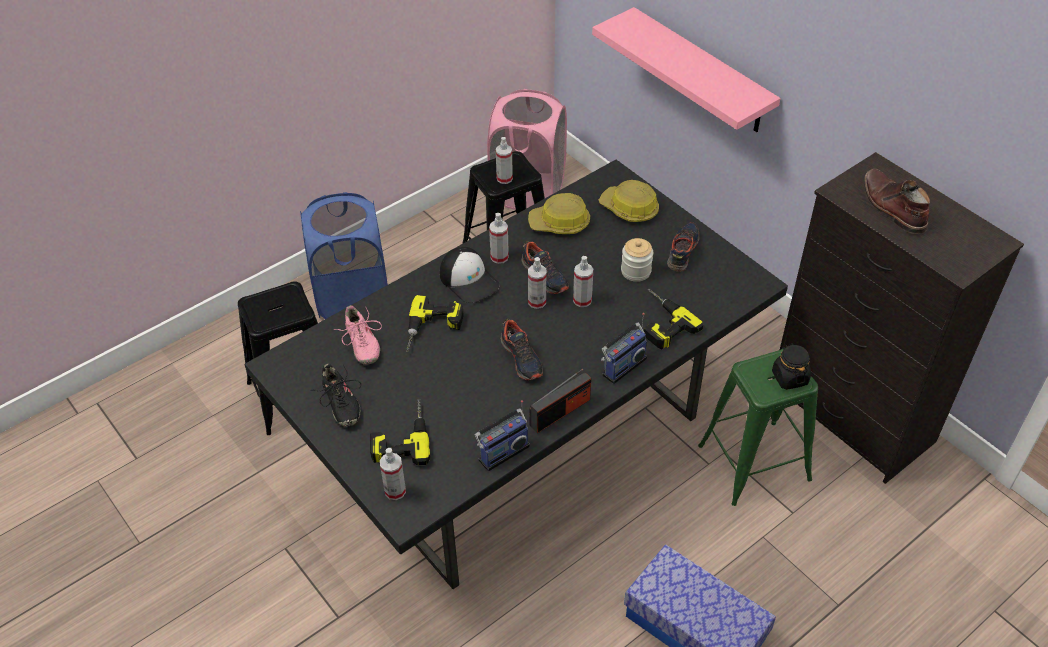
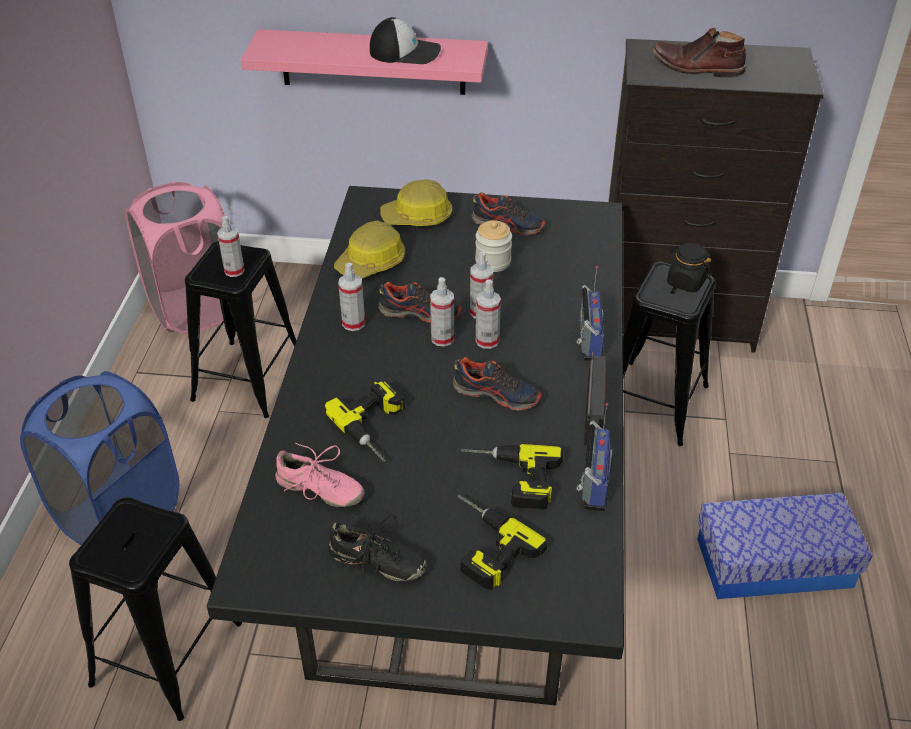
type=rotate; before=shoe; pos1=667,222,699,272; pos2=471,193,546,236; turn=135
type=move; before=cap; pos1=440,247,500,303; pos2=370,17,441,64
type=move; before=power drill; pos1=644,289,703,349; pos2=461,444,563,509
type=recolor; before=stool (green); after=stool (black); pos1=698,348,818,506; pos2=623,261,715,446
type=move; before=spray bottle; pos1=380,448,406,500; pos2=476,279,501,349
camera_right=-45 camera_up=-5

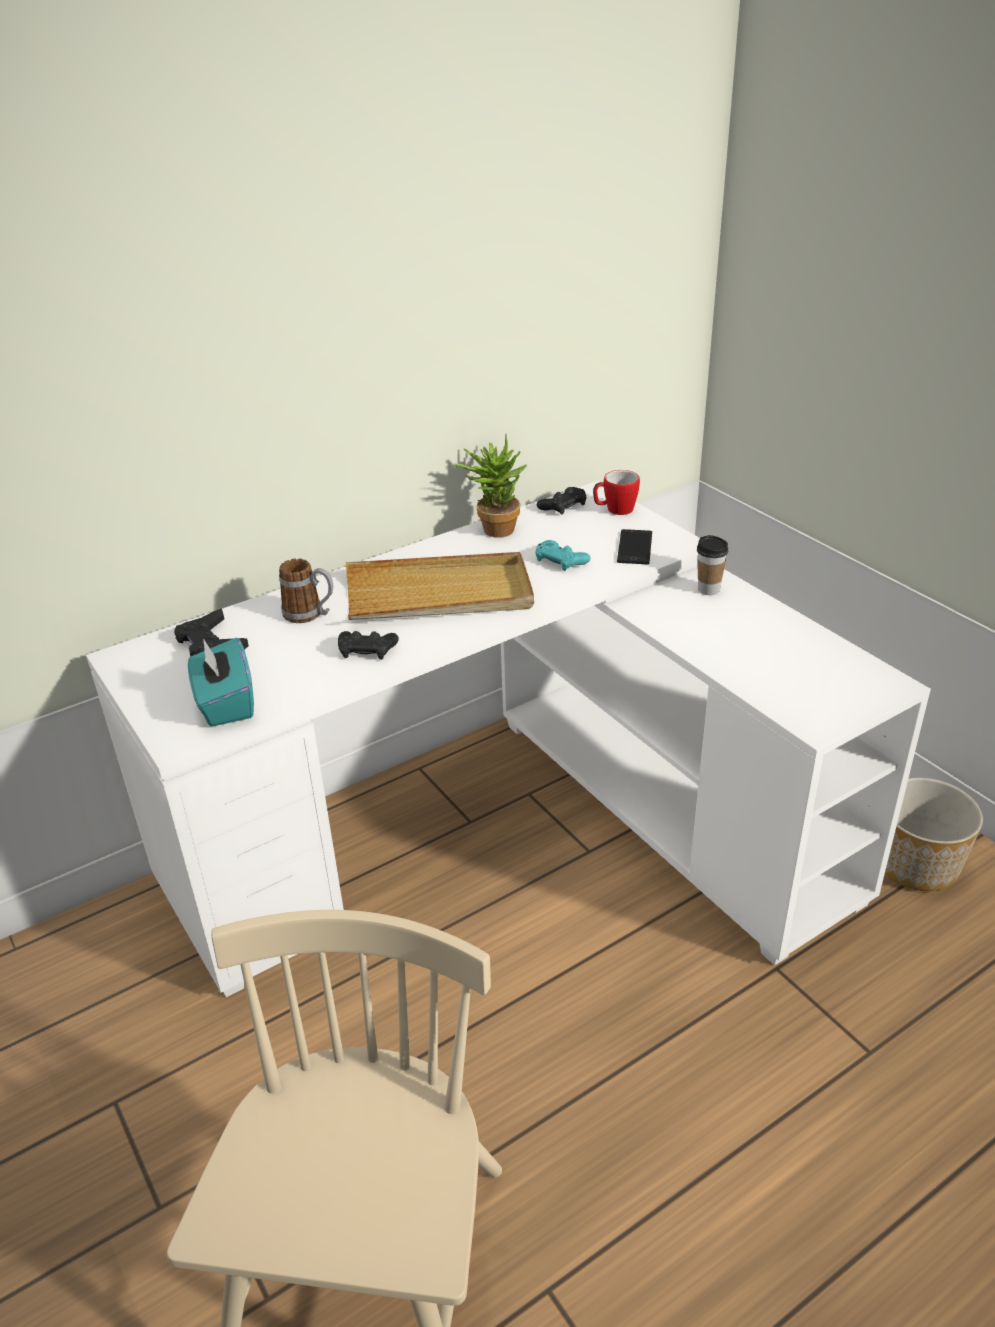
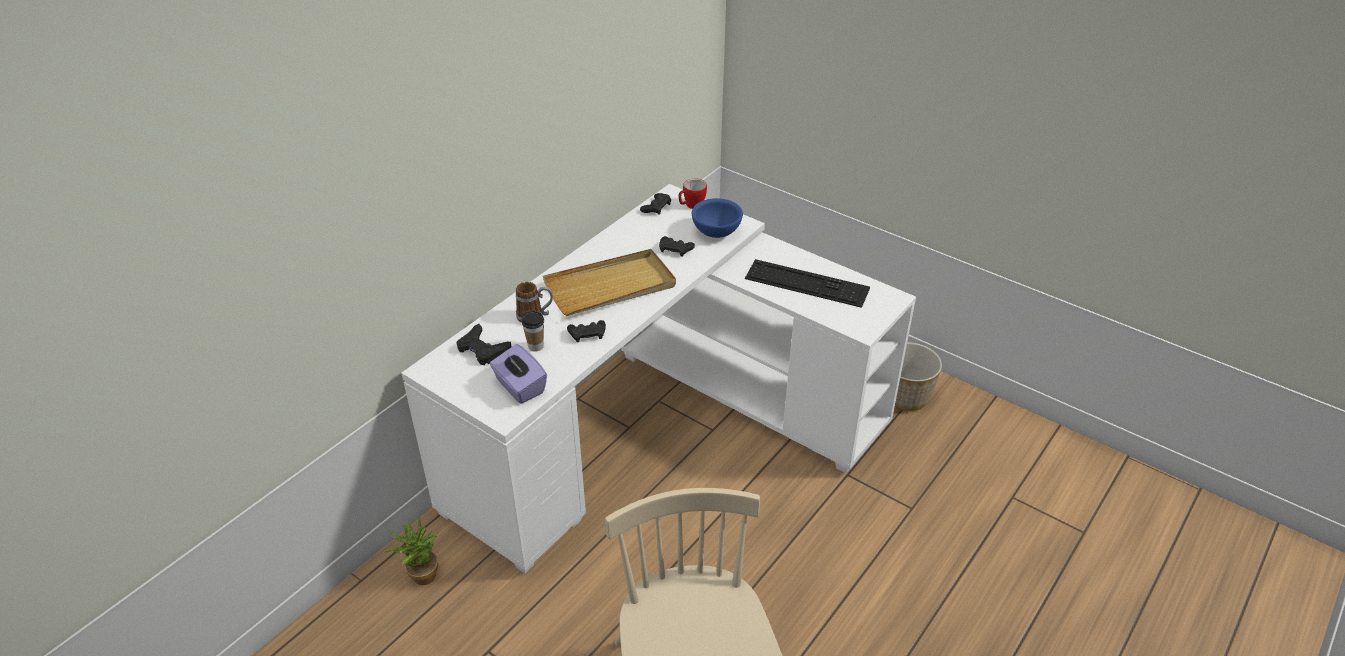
type=move; before=potted plant; pos1=454,434,527,538; pos2=384,517,438,585
type=replace; before=phone; after=bowl (blue); pos1=617,529,652,564; pos2=691,198,743,238
type=move; before=cup; pos1=697,535,729,595; pos2=522,310,544,352
type=recolor; before=game controller (turquoise); after=game controller (black); pos1=535,540,591,571; pos2=659,236,695,257
type=recolor; before=tissue box (turquoise); after=tissue box (purple); pos1=188,638,254,727; pos2=489,344,547,404
type=insert; after=keyboard; pos2=745,259,870,308
camera_right=-20 camera_up=5

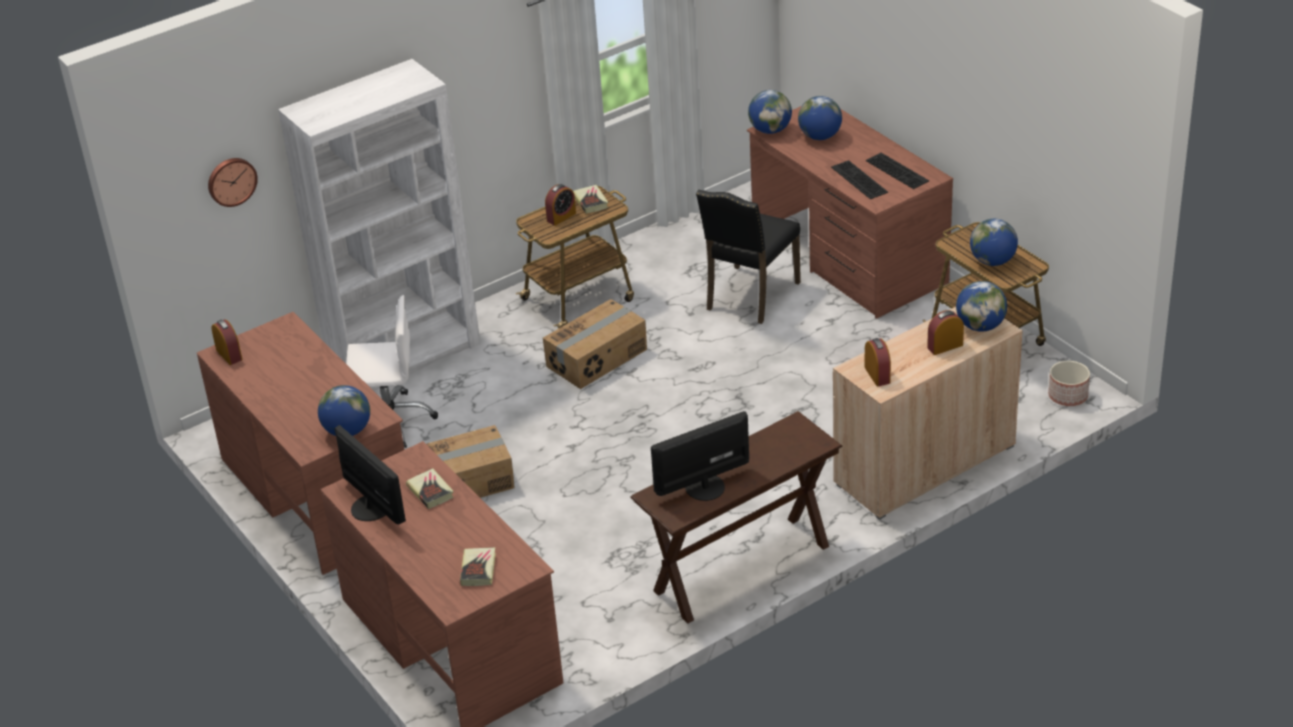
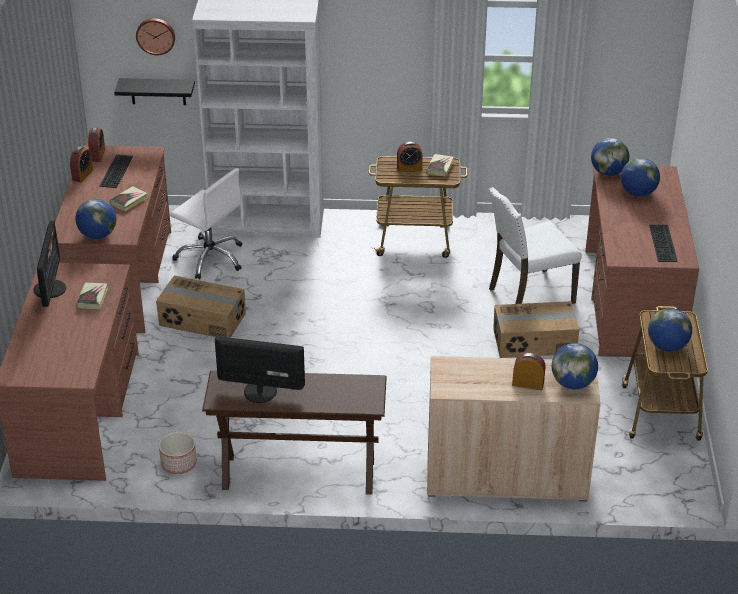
type=move; before=keyboard; pos1=831,160,888,199; pos2=99,154,133,188
type=recolor; before=chair (black); after=chair (white); pos1=696,190,801,324; pos2=488,187,582,304
type=move; before=cardboard box; pos1=543,299,647,389; pos2=493,301,580,358
type=move; before=alarm clock; pos1=865,338,891,387; pos2=70,147,93,182
type=move; before=planter; pos1=1048,361,1090,406; pos2=159,432,197,474
type=move; before=book; pos1=460,547,496,586; pos2=110,186,148,211
type=insert; after=shelf (black); pos2=114,78,195,105
camera_right=35 camera_up=0

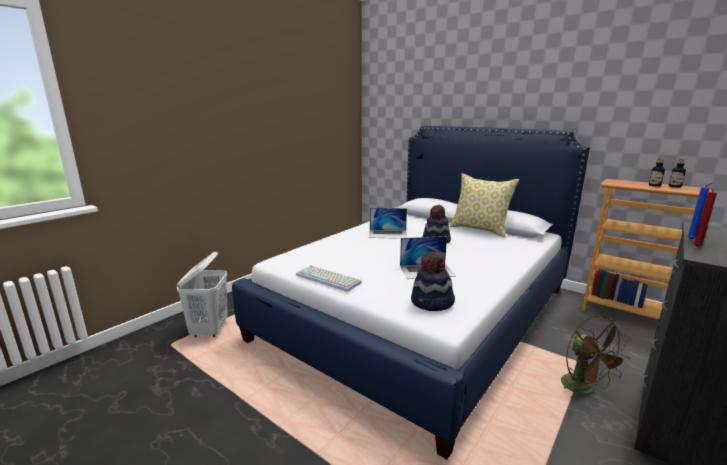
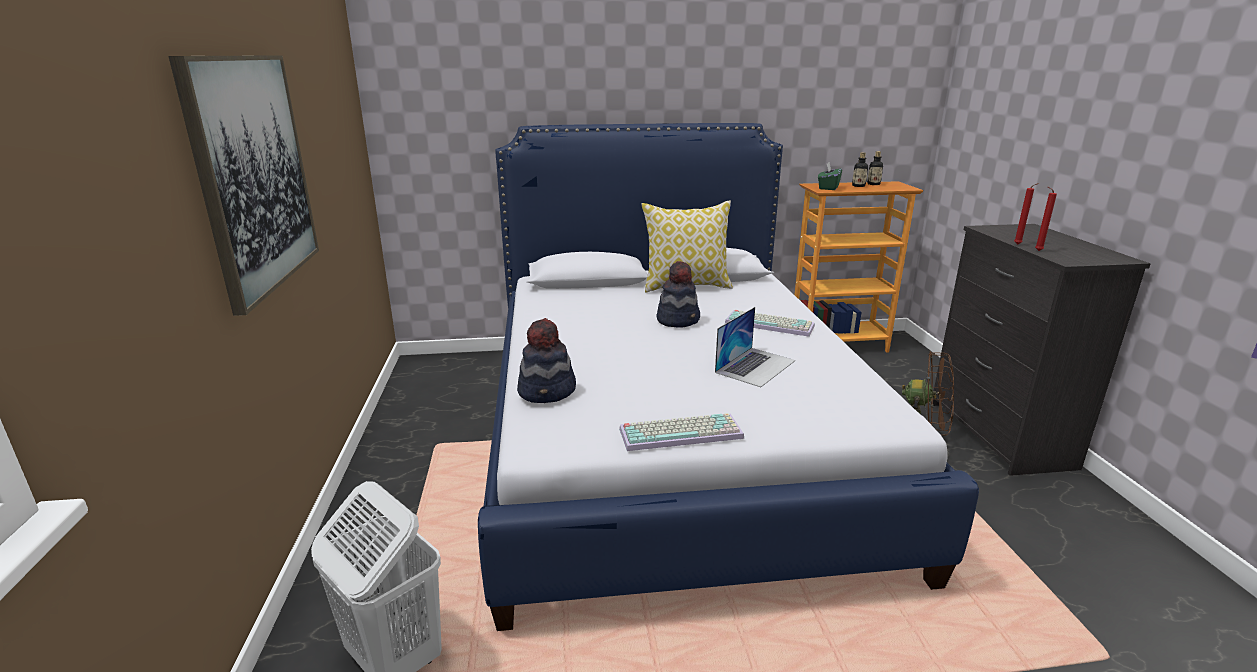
type=recolor; before=candle (blue); after=candle (red); pos1=687,183,712,239; pos2=1014,183,1039,245
type=delete; before=laptop; pos1=368,208,407,239
type=move; before=hat; pos1=411,251,455,311; pos2=517,318,576,403
type=insert; after=picture; pos2=168,55,319,316
type=insert; after=tissue box (green); pos2=818,162,842,190
type=insert; after=keyboard; pos2=725,310,815,337
camera_right=-45 camera_up=5

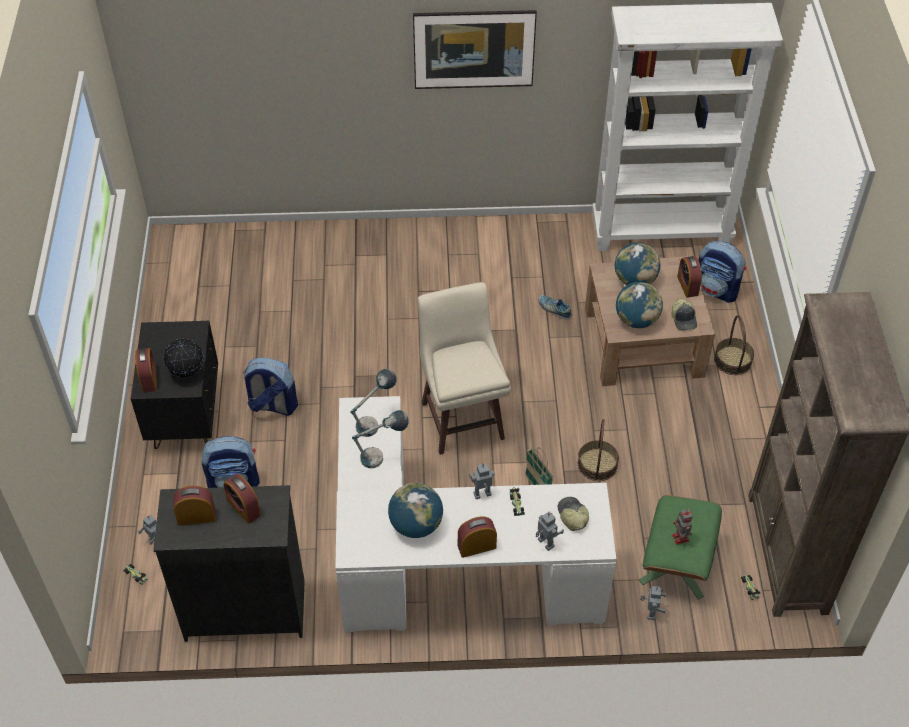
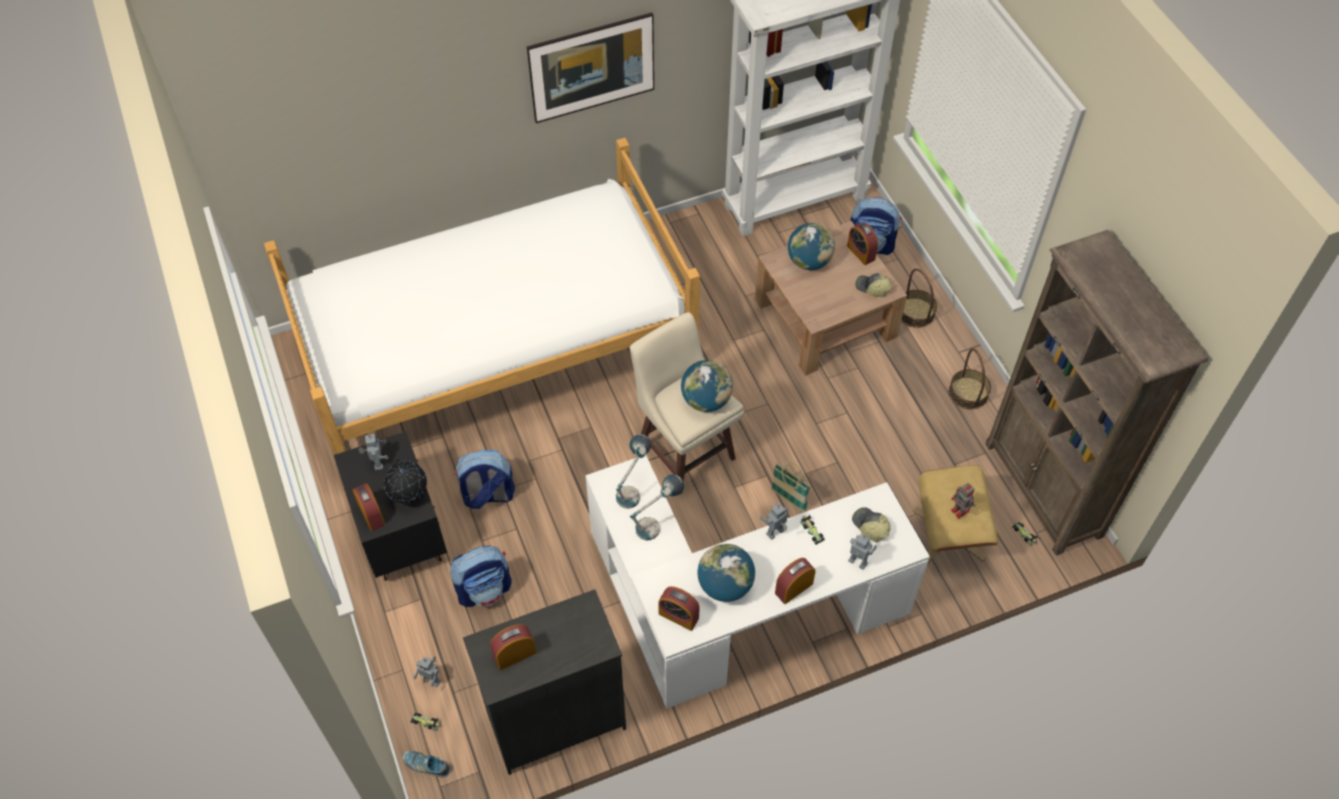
type=move; before=globe; pos1=616,282,663,328; pos2=681,360,733,412
type=move; before=shoe; pos1=538,295,572,319; pos2=402,751,450,777
type=rotate; before=cap; pos1=672,298,697,331; pos2=855,273,892,297; turn=150
type=move; before=basket; pos1=578,419,619,481; pos2=949,348,991,410
type=move; before=alarm clock; pos1=224,474,261,524; pos2=658,586,700,631
type=recolor; before=ottoman (green); after=ottoman (beige); pos1=639,495,722,600; pos2=913,465,998,564
type=move; before=toy robot; pos1=640,586,667,620; pos2=359,434,388,470
type=insert; after=bed; pos2=264,138,700,455
camera_right=-20 camera_up=5

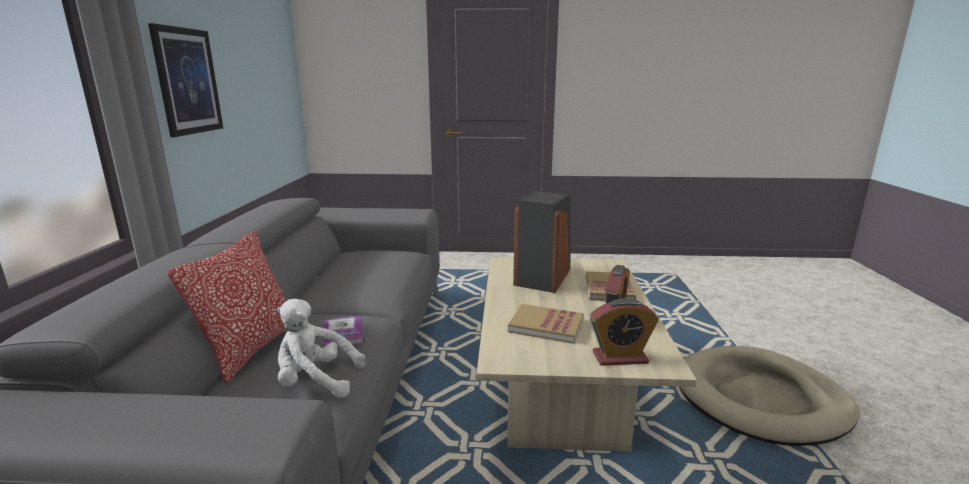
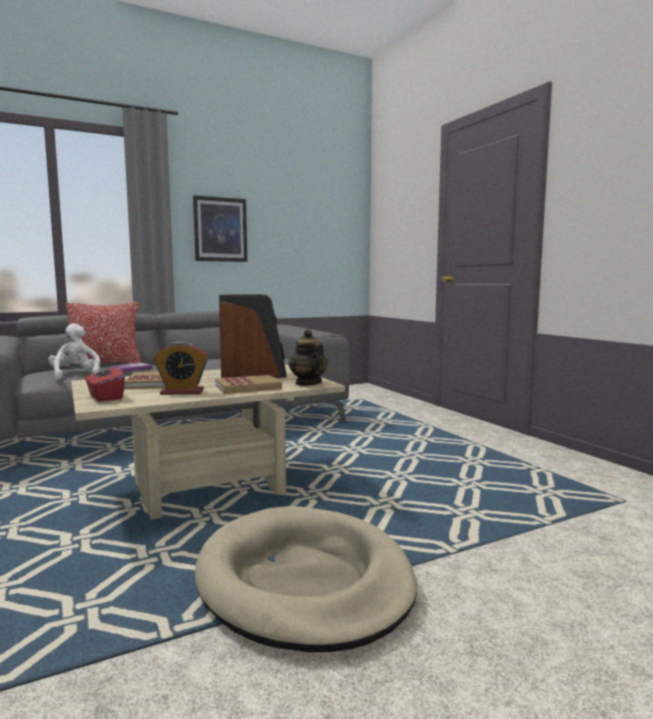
type=replace; before=alarm clock; after=tissue box (red); pos1=590,298,659,366; pos2=85,361,125,402
type=insert; after=teapot; pos2=289,329,328,386
camera_right=60 camera_up=-10

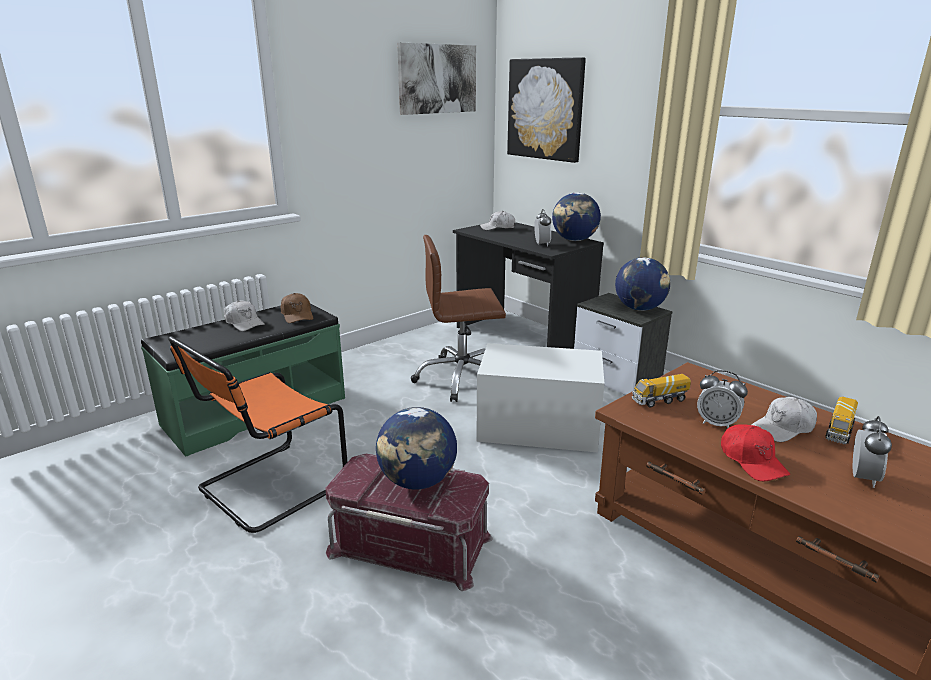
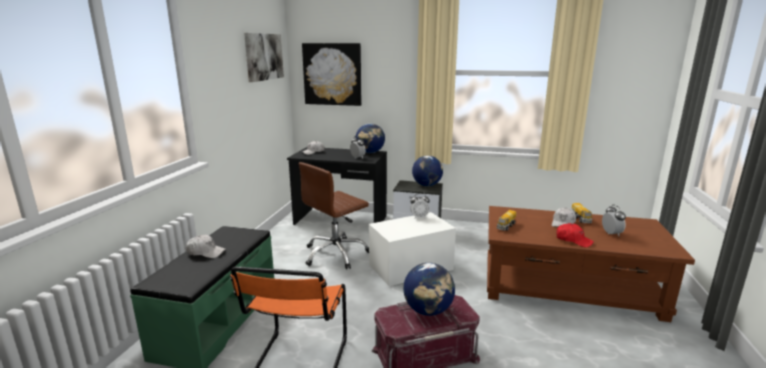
type=delete; before=cap (brown); pos1=281,293,313,323
type=move; before=alarm clock; pos1=697,370,748,428; pos2=410,193,430,219
camera_right=-35 camera_up=-5

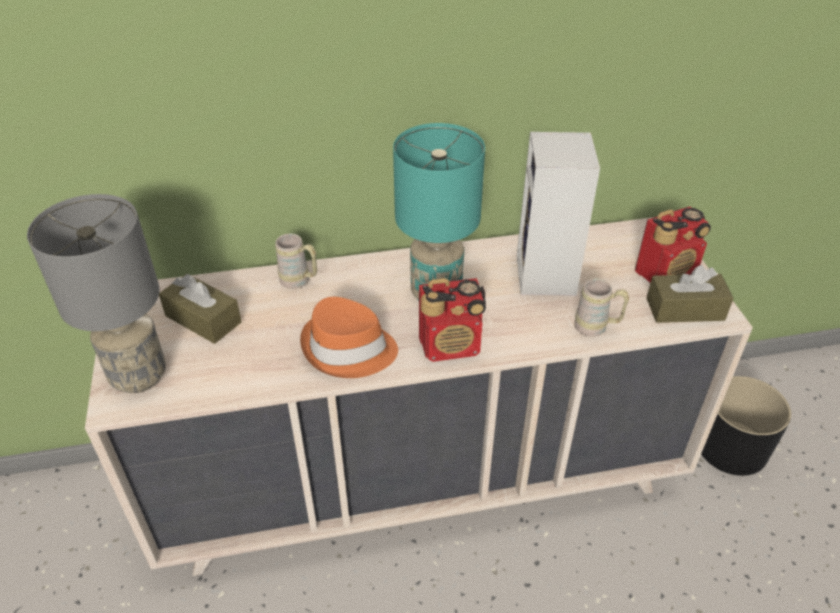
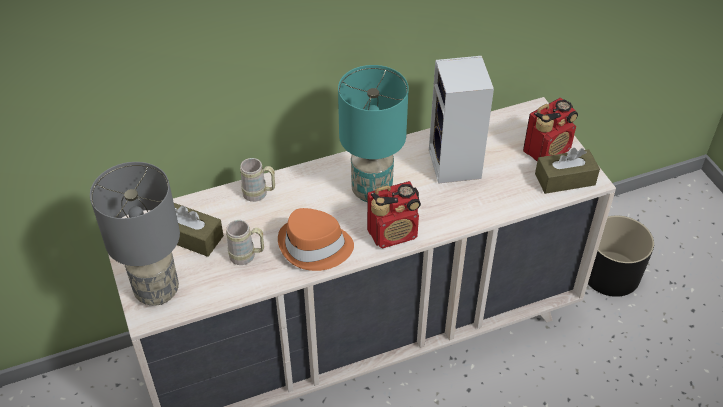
type=move; before=mug (beige); pos1=574,278,629,337; pos2=226,220,264,265
camera_right=-10 camera_up=5

